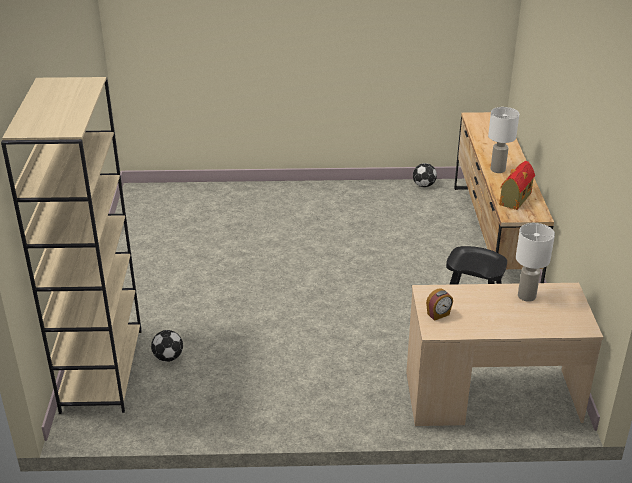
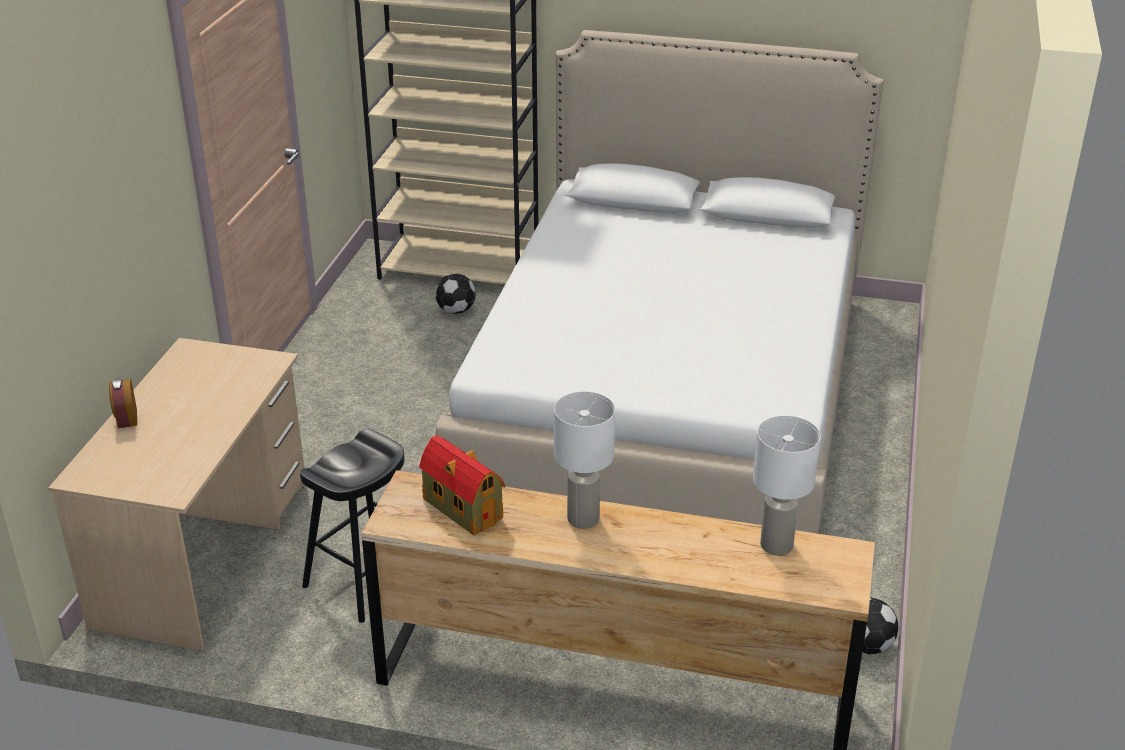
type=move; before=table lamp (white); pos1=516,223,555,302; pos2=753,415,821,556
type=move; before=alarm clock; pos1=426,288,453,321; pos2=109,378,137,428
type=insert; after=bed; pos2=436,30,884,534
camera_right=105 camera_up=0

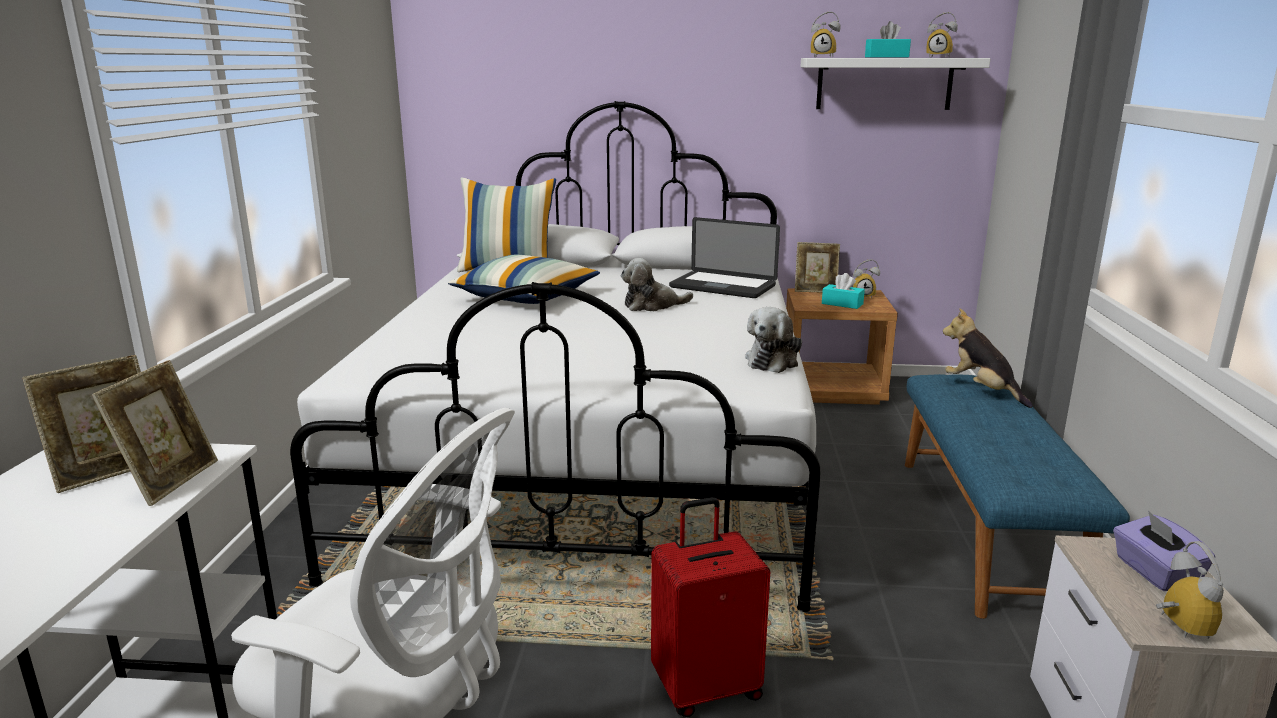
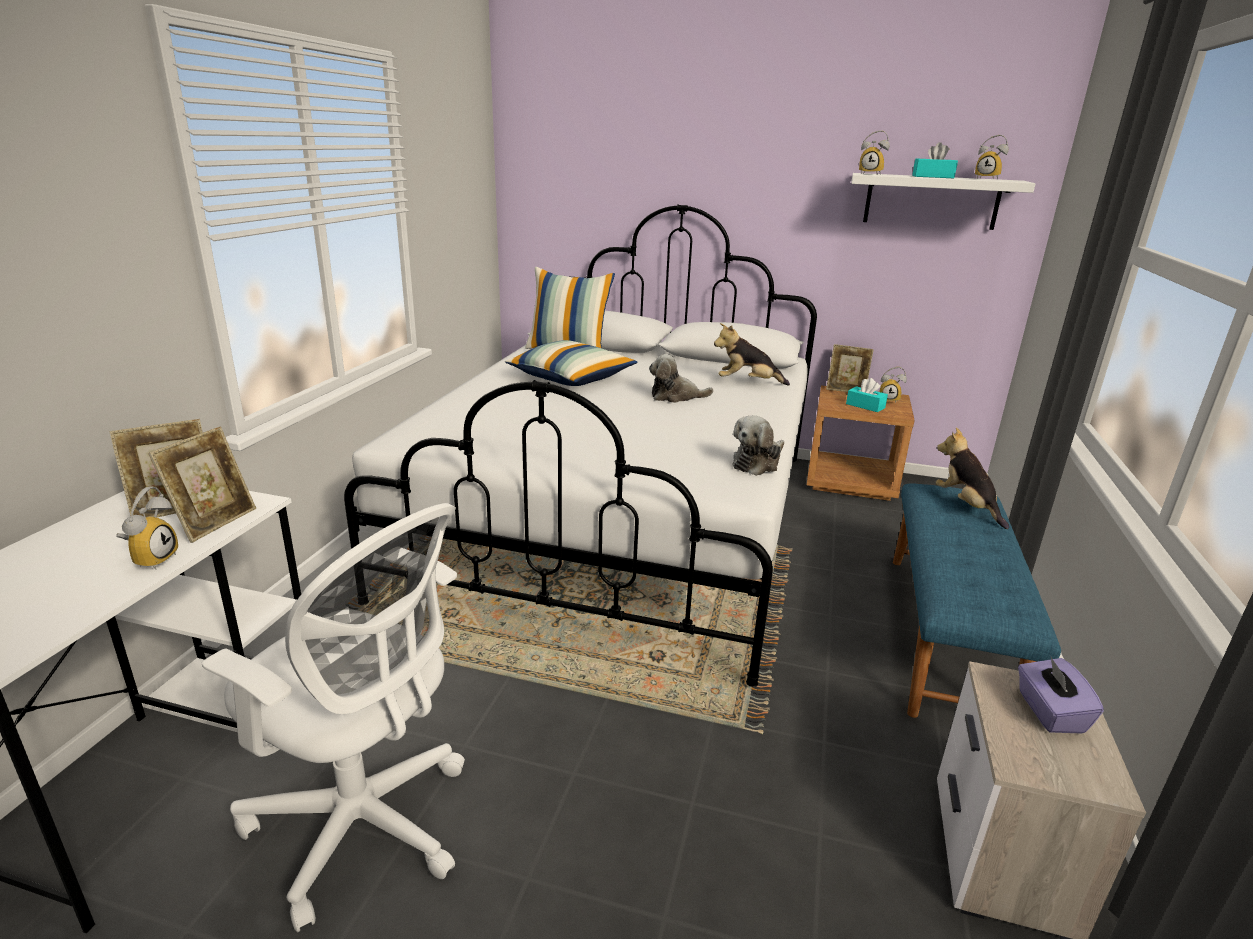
type=replace; before=laptop; after=plush toy; pos1=669,217,780,298; pos2=714,323,790,386
type=delete; before=suitcase (red); pos1=651,497,770,717
type=move; before=alarm clock; pos1=1156,541,1224,639; pos2=116,486,178,570
camera_right=10 camera_up=5

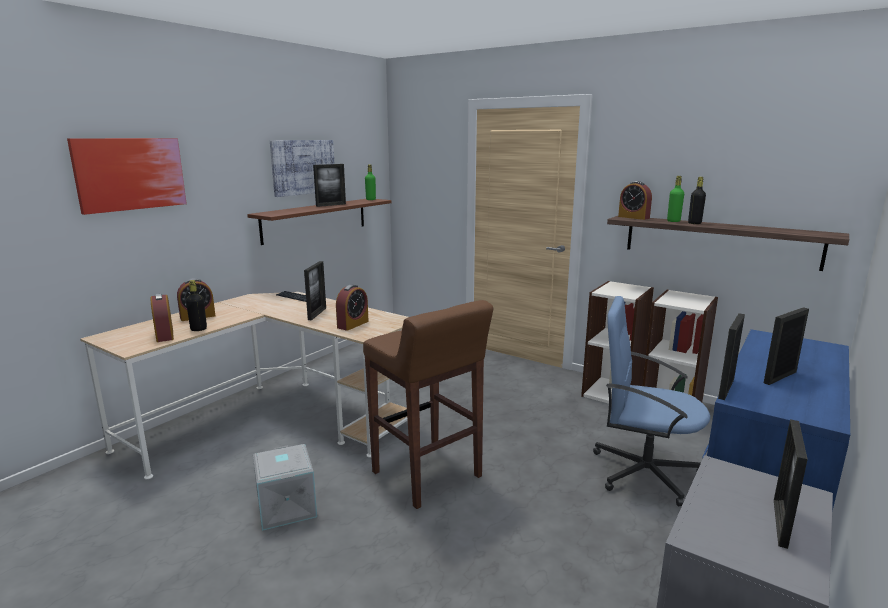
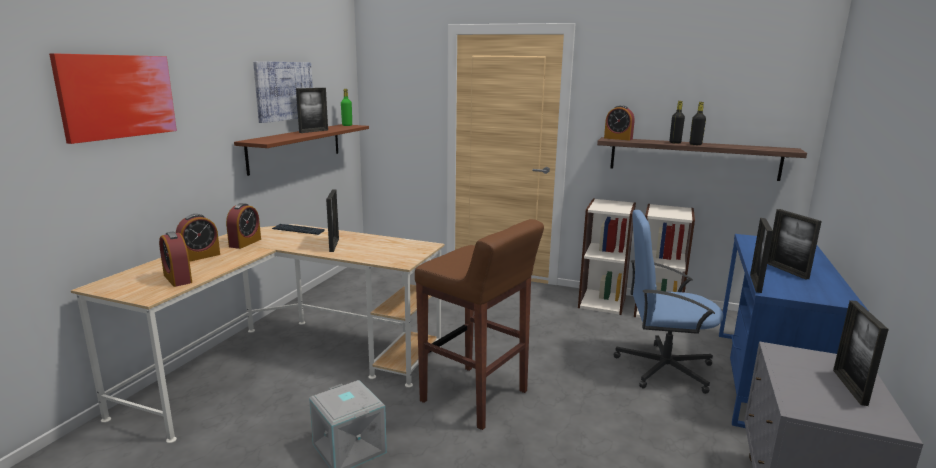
type=delete; before=bottle (green); pos1=667,176,684,222
type=move; before=bottle (black); pos1=186,280,207,331; pos2=690,102,706,145
type=move; before=alarm clock; pos1=336,285,369,331; pos2=226,203,261,249
type=rotate; before=picture frame; pos1=764,307,809,385; pos2=767,209,822,280; turn=-60
camera_right=-15 camera_up=0

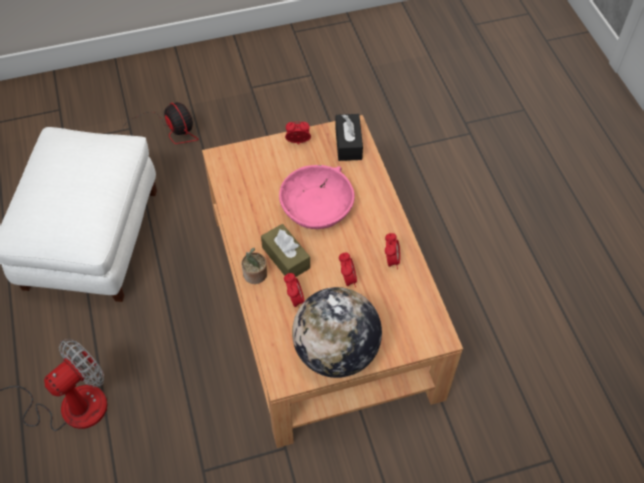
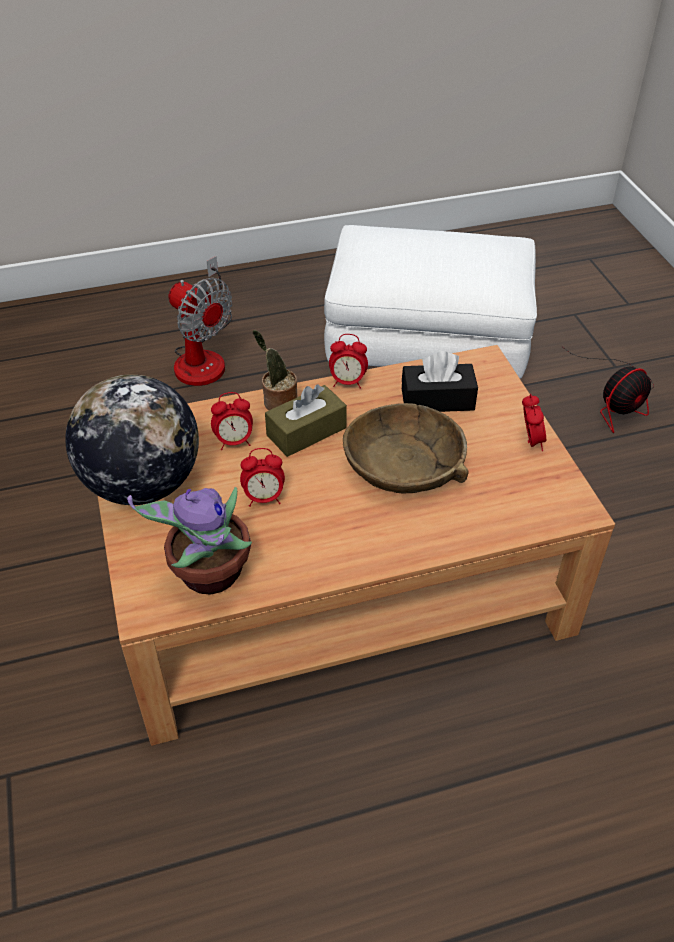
type=move; before=tissue box (black); pos1=335,114,363,161; pos2=402,351,478,412
type=recolor; before=bowl (pink); after=bowl (brown); pos1=279,165,355,229; pos2=343,403,469,494
type=move; before=alarm clock; pos1=385,233,400,269; pos2=329,334,368,389
type=insert; after=potted plant; pos2=127,487,252,594
camera_right=90 camera_up=-10

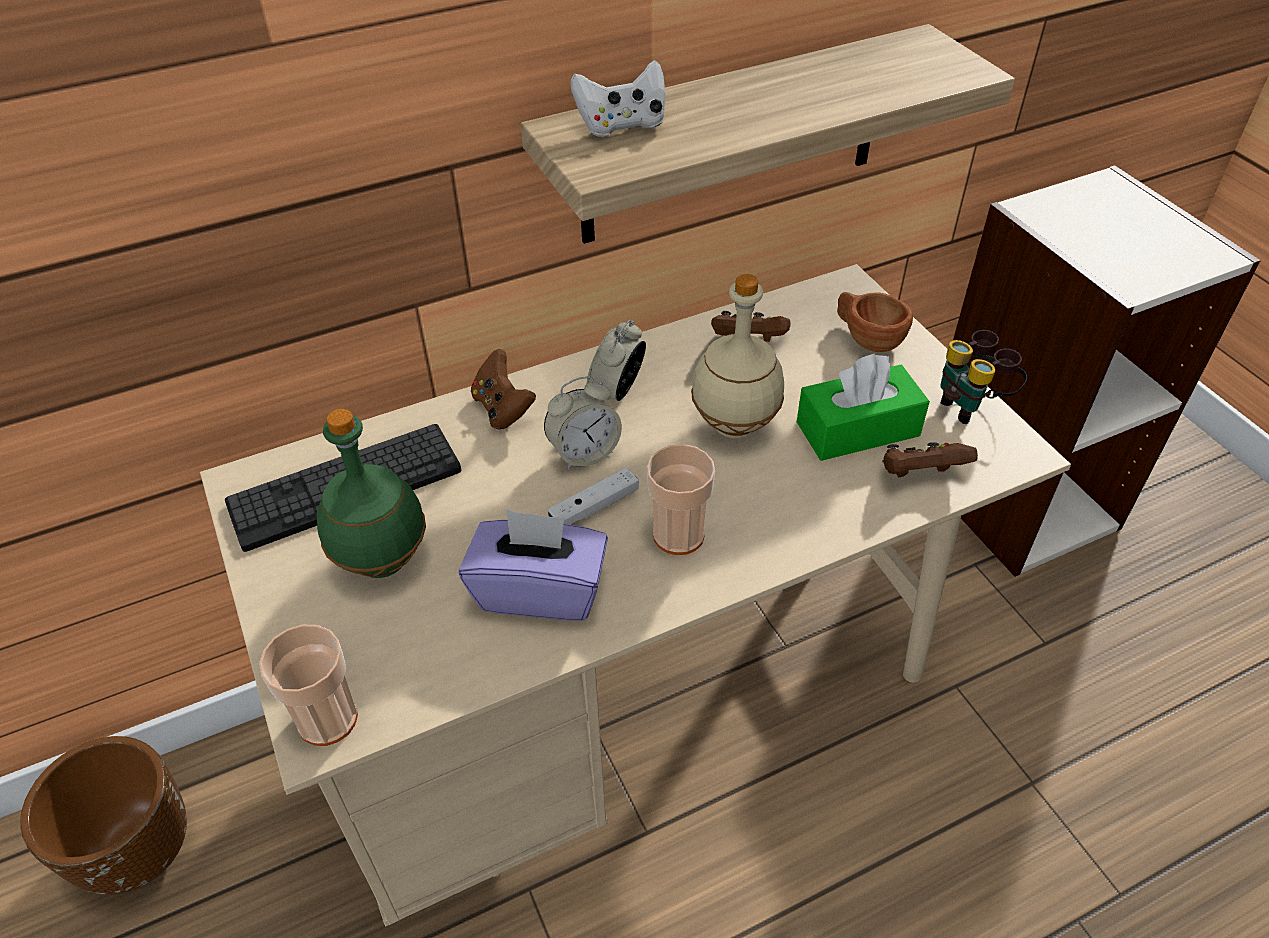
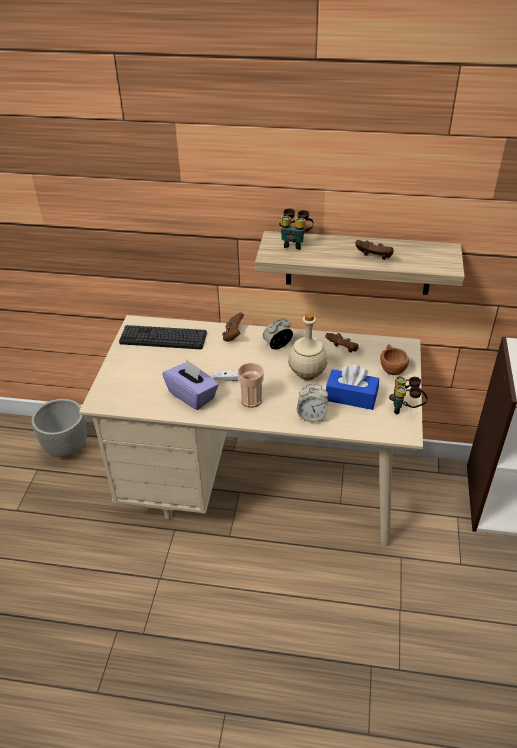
type=replace; before=game controller (white); after=binoculars; pos1=570,60,666,137; pos2=279,208,313,250
type=recolor; before=tissue box (green); after=tissue box (blue); pos1=797,353,930,461; pos2=326,365,379,410
type=move; before=alarm clock; pos1=544,376,622,470; pos2=297,384,328,422
type=delete; before=bottle (green); pos1=317,409,426,578
type=move; before=game controller (brown); pos1=883,442,978,478; pos2=355,240,394,260
type=delete; before=cup; pos1=259,624,358,746
type=recolor; before=planter (brown); after=planter (grey); pos1=20,736,187,895; pos2=31,399,87,457
camera_right=35 camera_up=-5

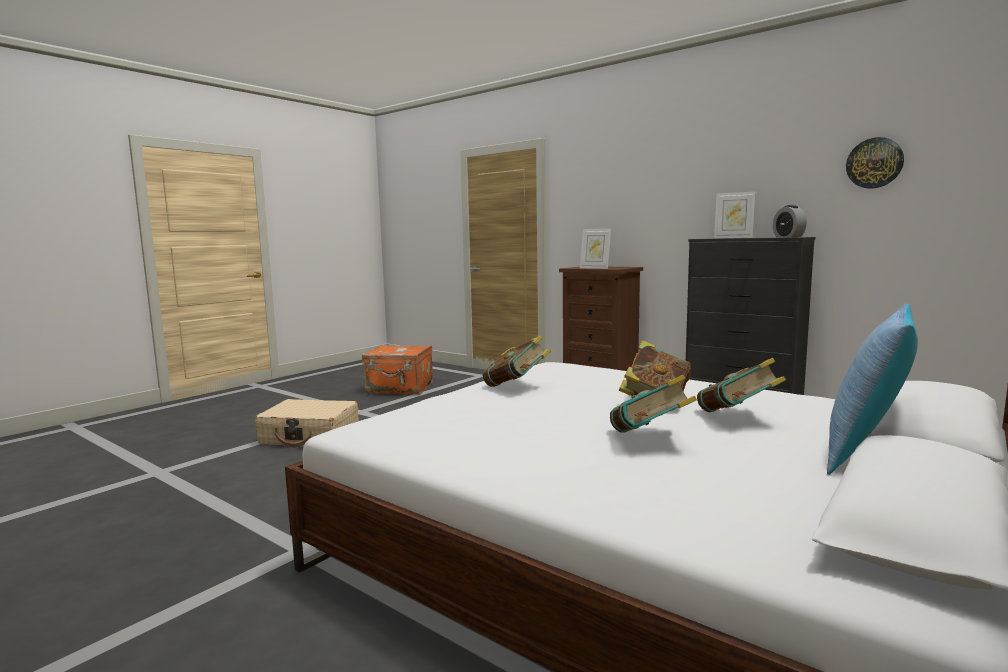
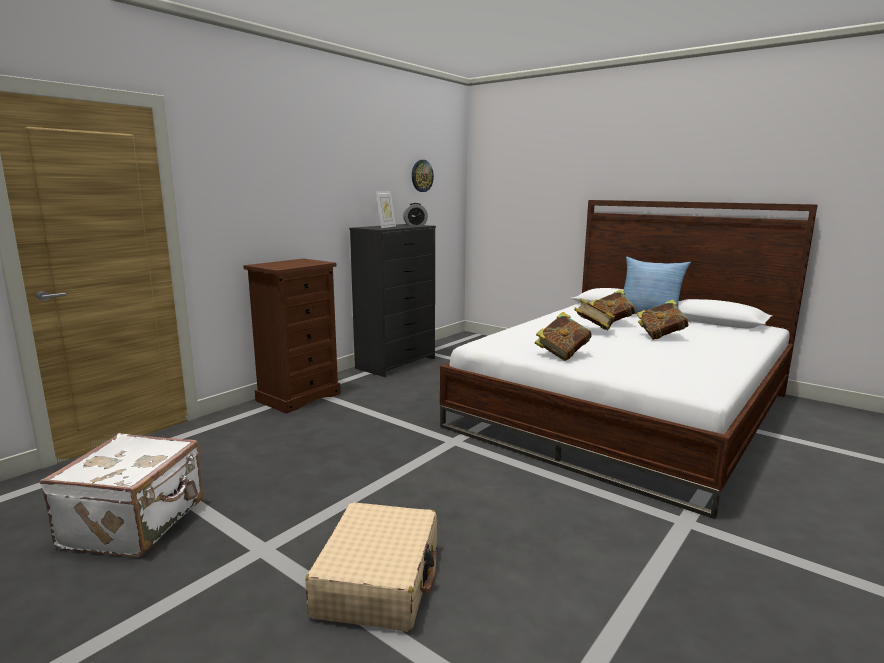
type=delete; before=picture frame; pos1=580,228,611,269
type=recolor; before=suitcase (orange); after=suitcase (white); pos1=362,345,433,395; pos2=40,433,203,557
camera_right=-90 camera_up=5

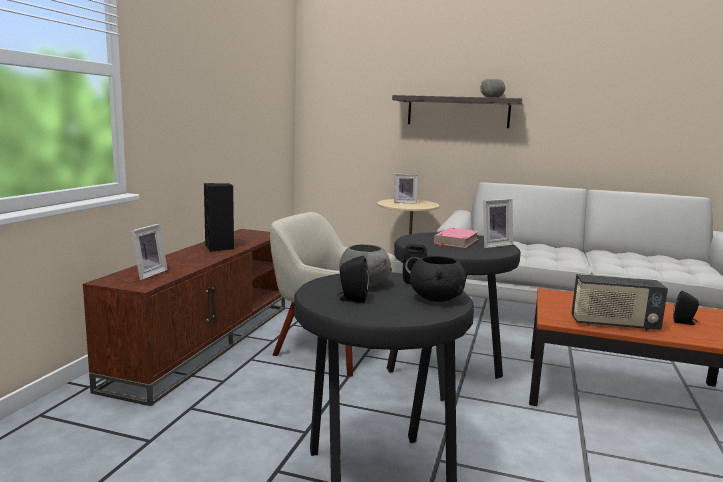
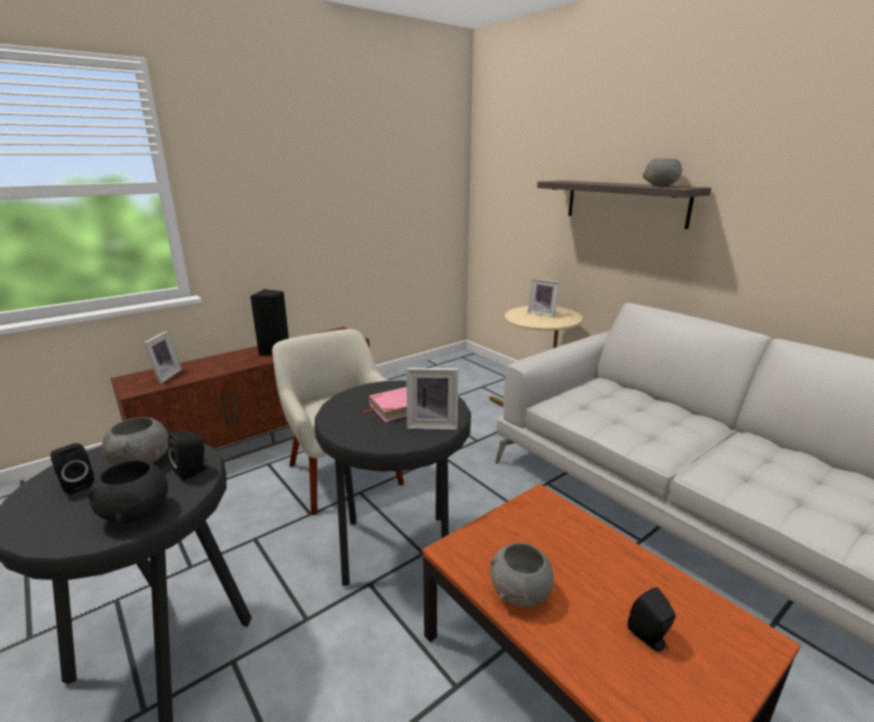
type=rotate; before=picture frame; pos1=131,224,168,280; pos2=144,331,182,384; turn=-45
type=replace; before=radio; after=bowl (grey); pos1=571,274,668,330; pos2=490,543,554,608
camera_right=35 camera_up=10

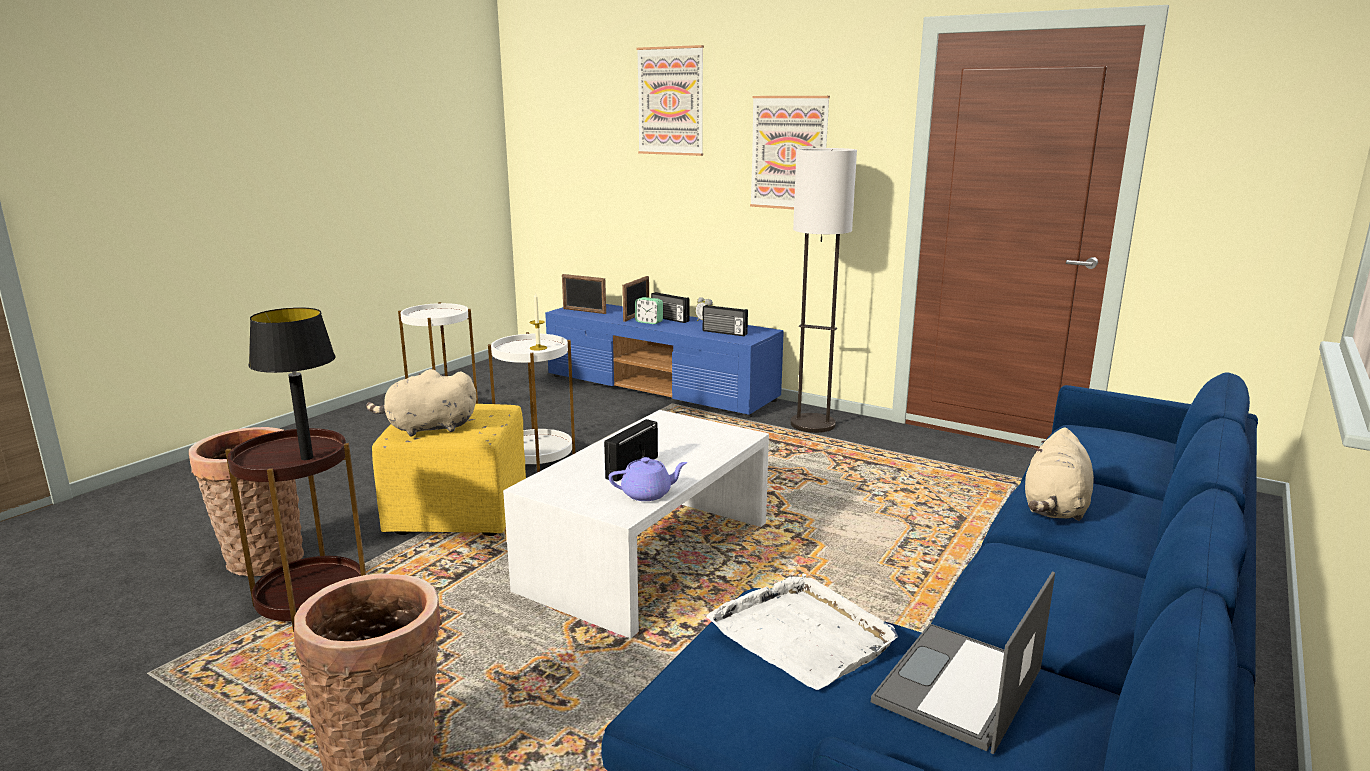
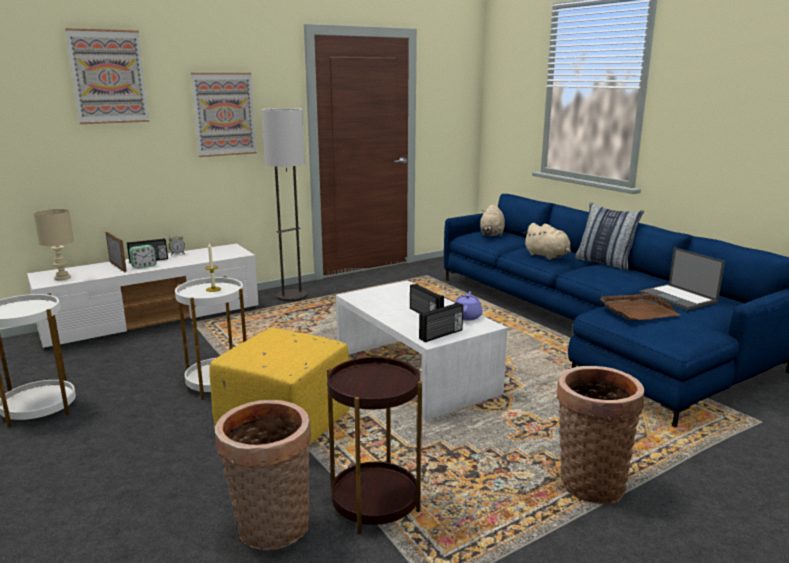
type=replace; before=picture frame; after=table lamp (beige); pos1=562,274,606,314; pos2=33,209,74,280
type=recolor; before=tv stand (blue); after=tv stand (white); pos1=545,304,784,417; pos2=27,243,259,350
type=move; before=radio; pos1=703,305,748,336; pos2=419,302,463,342
type=delete; before=table lamp (black); pos1=249,308,336,460
type=move; before=plush toy (beige); pos1=366,369,476,437; pos2=480,204,505,237
type=recolor; before=tray (white); after=tray (brown); pos1=706,574,898,690; pos2=600,294,680,320
type=insert; after=pillow; pos2=575,202,644,270
camera_right=-65 camera_up=0

